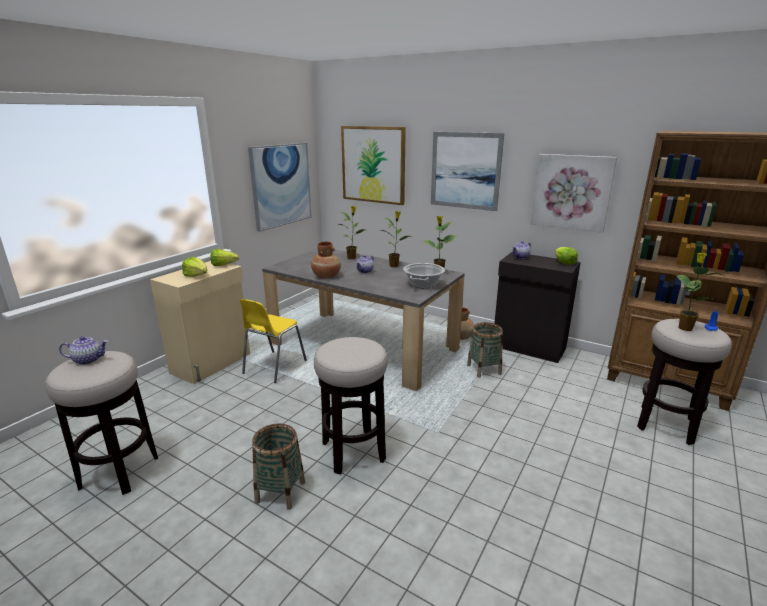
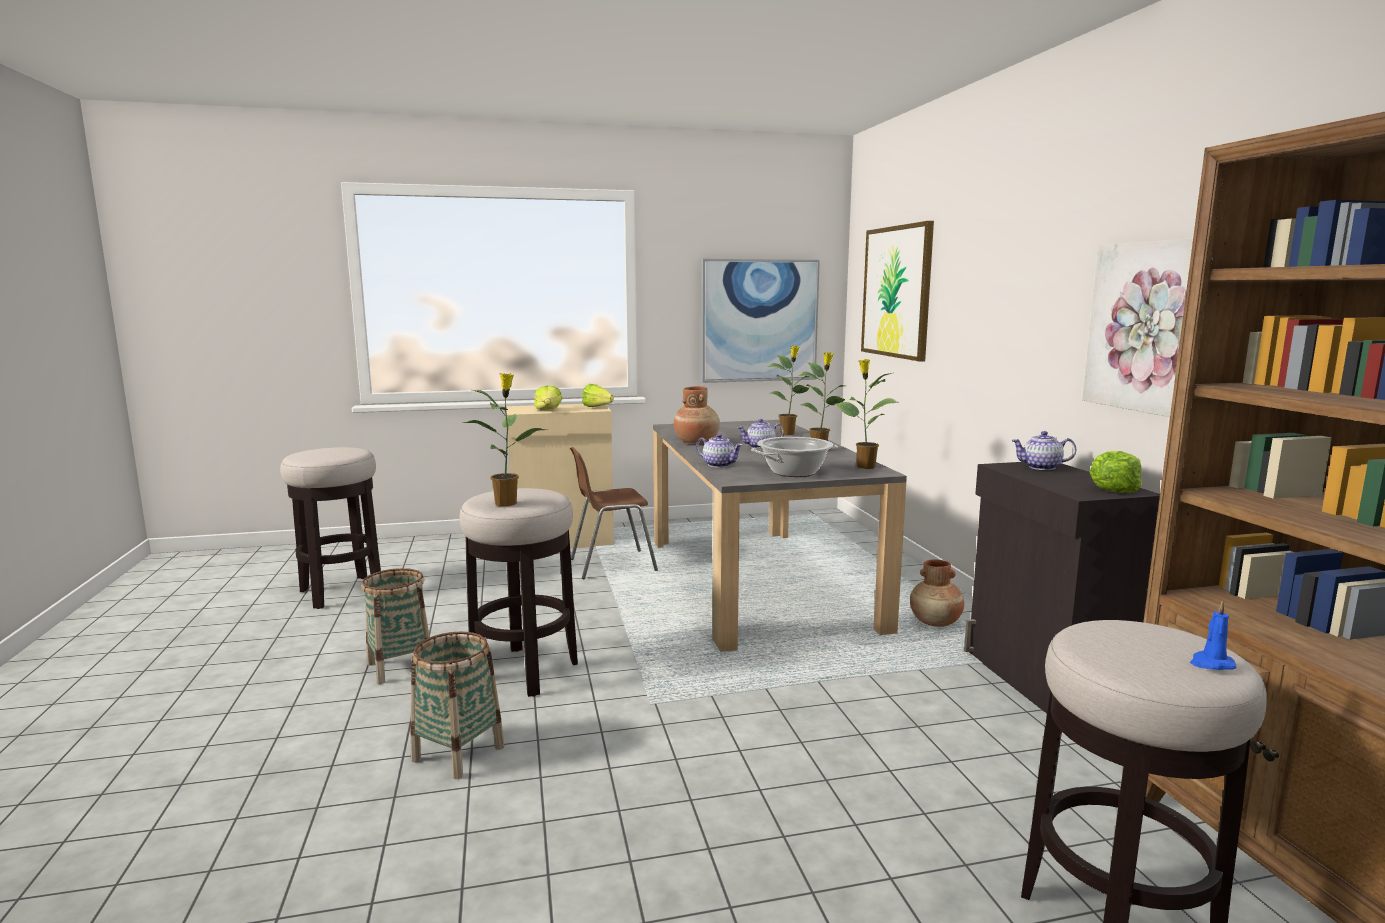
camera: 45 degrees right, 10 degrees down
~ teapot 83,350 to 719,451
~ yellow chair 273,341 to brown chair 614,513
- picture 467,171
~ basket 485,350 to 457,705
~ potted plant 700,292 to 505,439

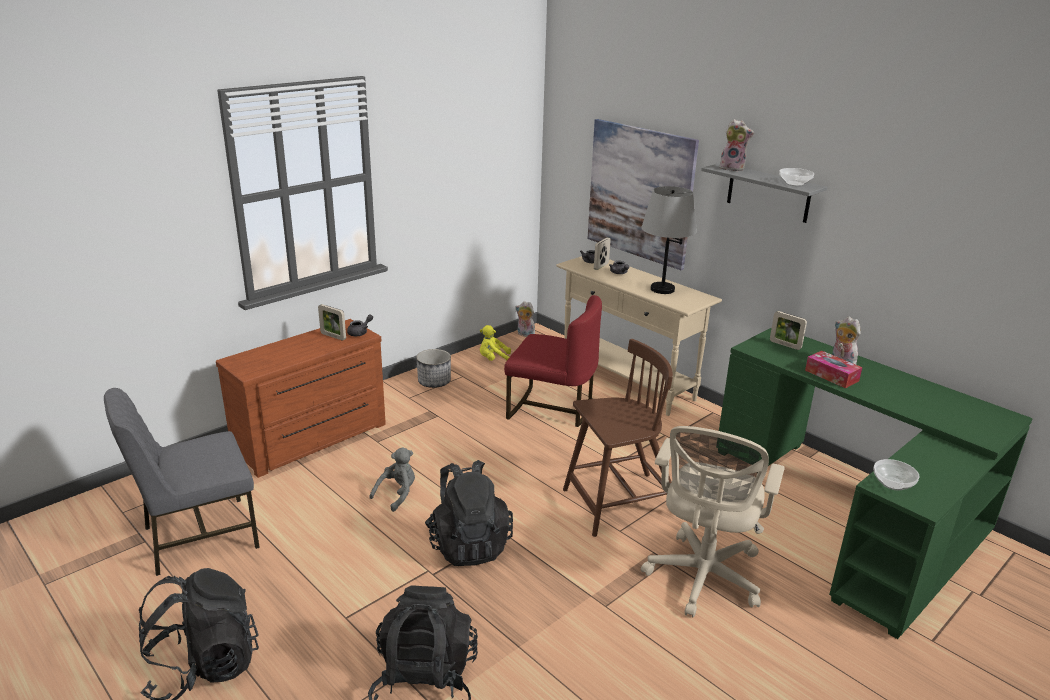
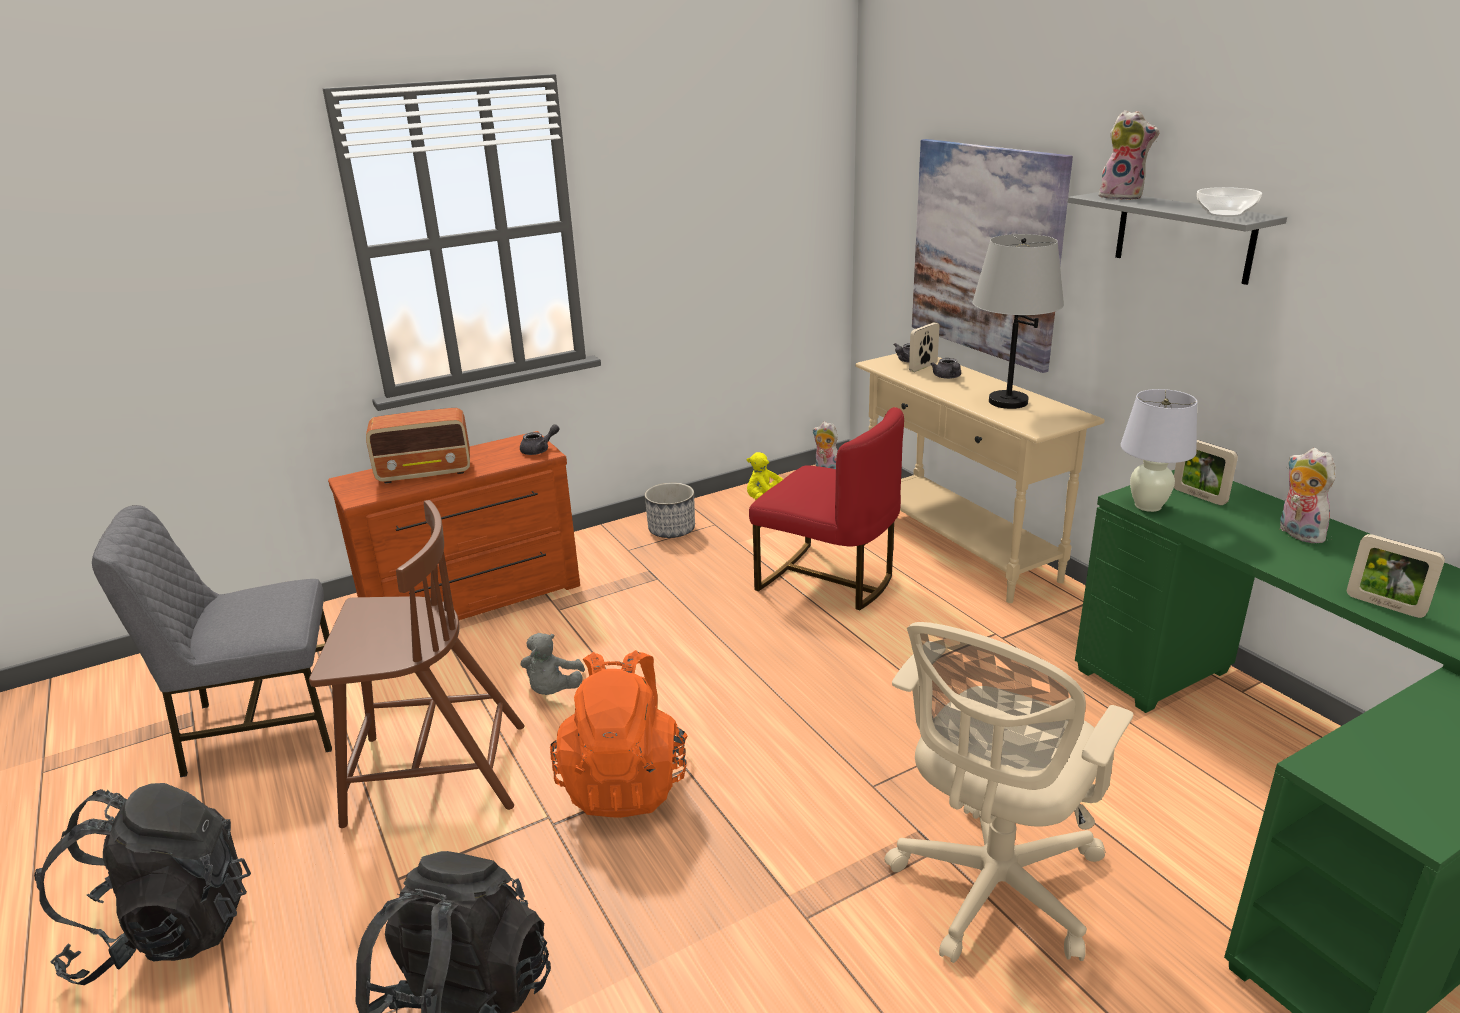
camera: 15 degrees right, 0 degrees up
~ picture frame 332,322 to 1396,576
~ grey plush toy 392,479 = 553,664 135 degrees clockwise
~ black backpack 469,513 to orange backpack 619,734
~ brown chair 618,438 to 417,664
- tissue box 833,369
- bowl 896,475
+ radio 418,446
+ white table lamp 1159,450

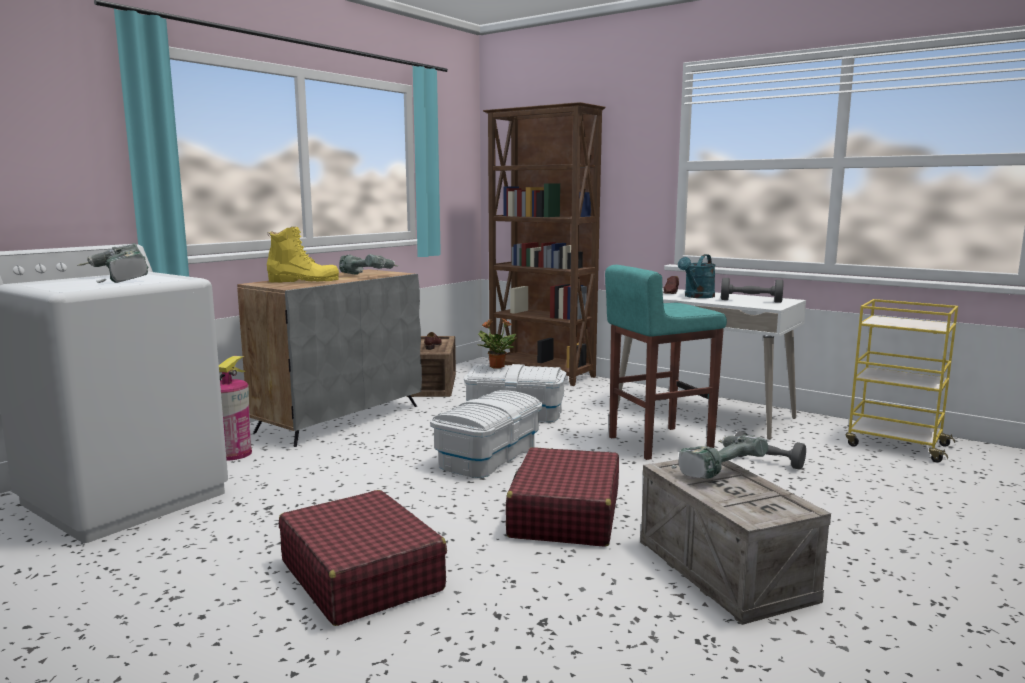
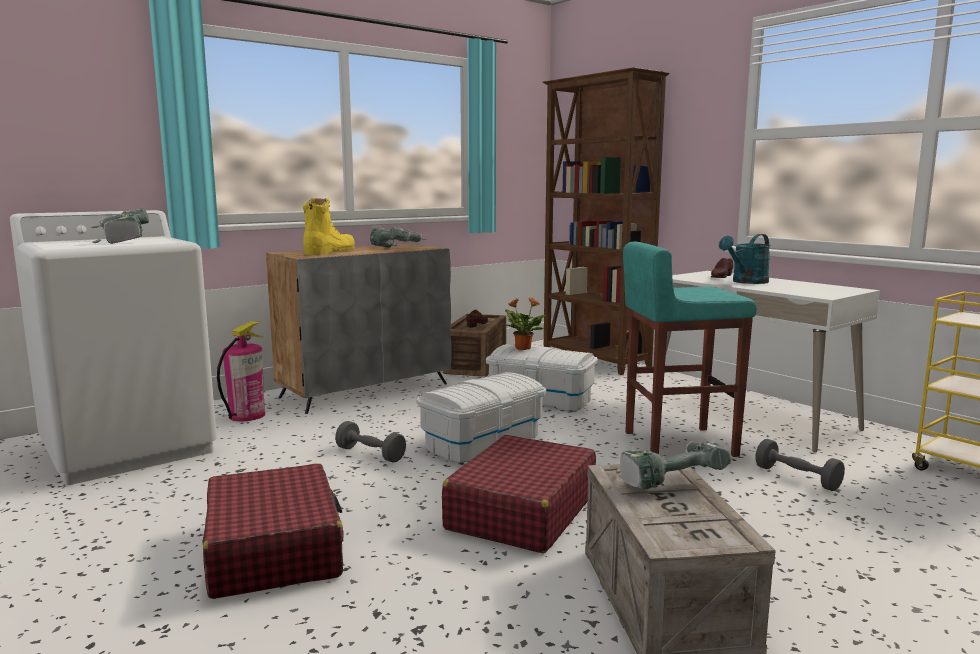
camera: 15 degrees right, 0 degrees up
~ yellow boot 303,254 = 329,226 75 degrees counterclockwise
~ grey dumbbell 752,290 to 370,442

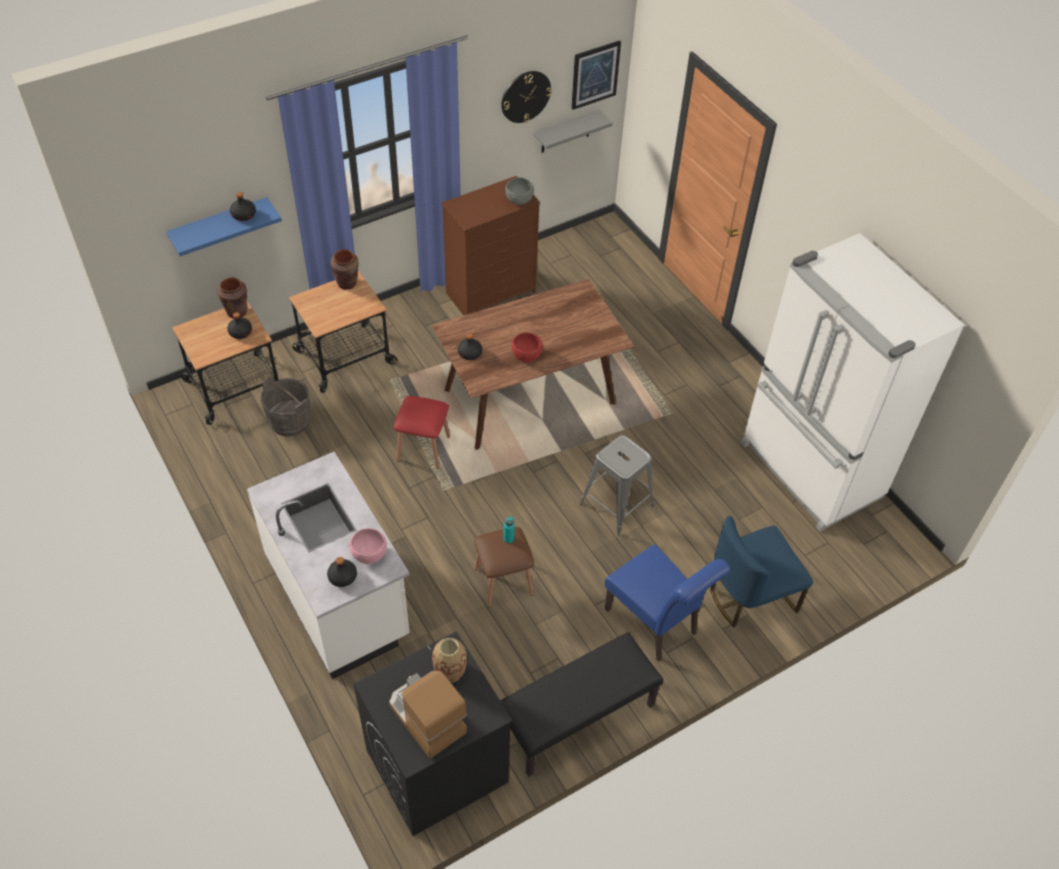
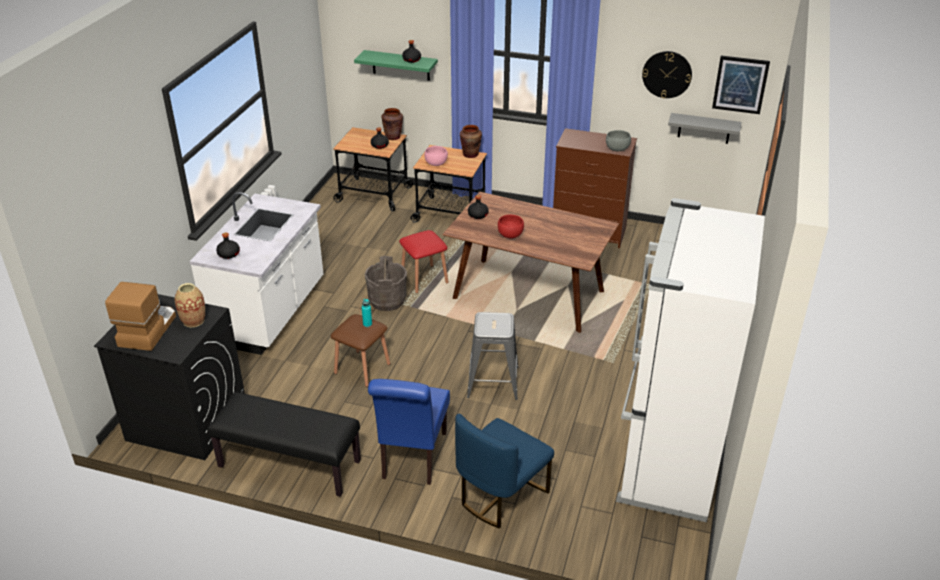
camera: 50 degrees right, 15 degrees down
~ blue shelf 224,226 to green shelf 396,65
~ grey bucket 286,406 to 386,283
~ pink bowl 368,546 to 436,156
~ blue chair 761,571 = 504,471 75 degrees counterclockwise

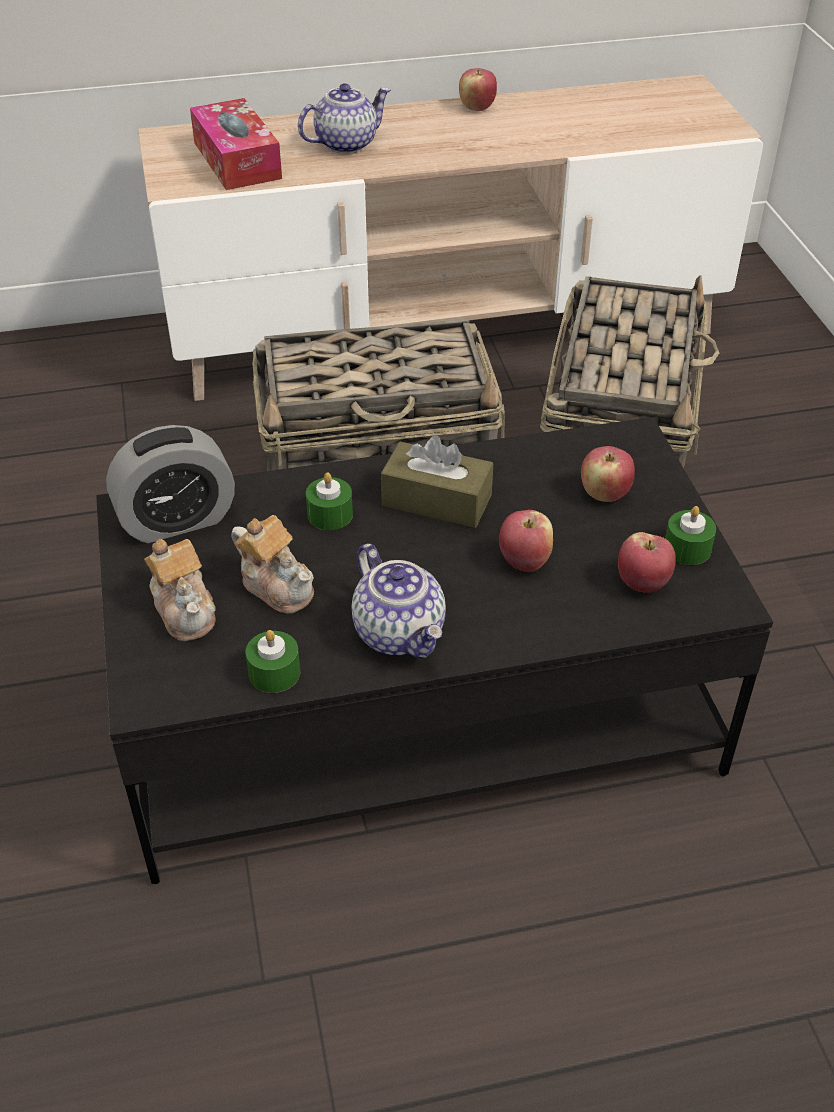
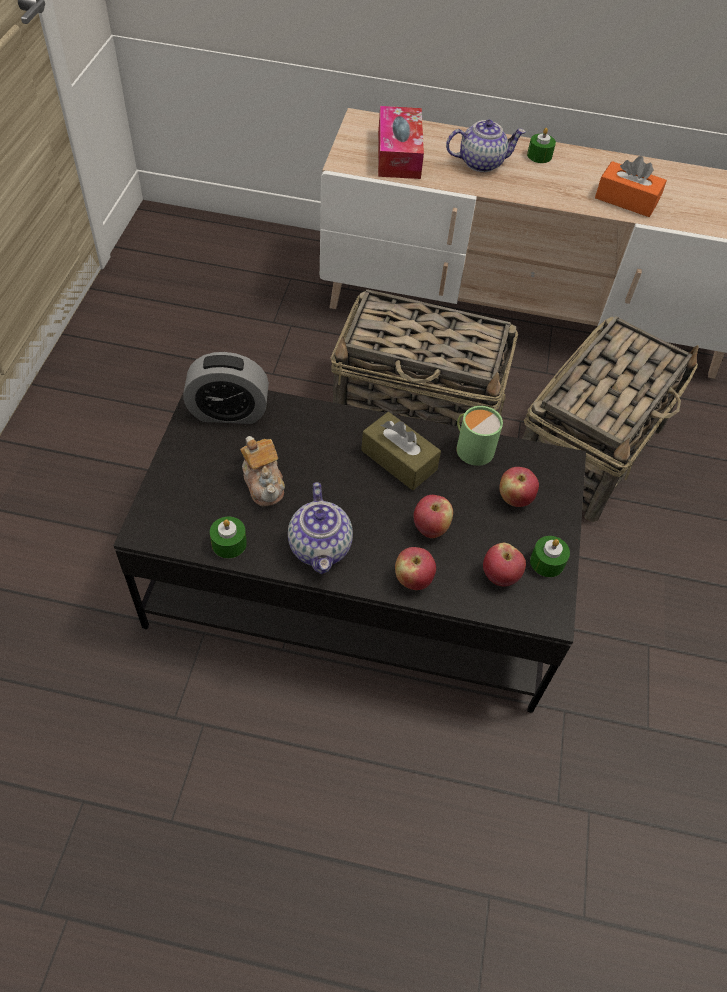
camera: 20 degrees right, 10 degrees up
- teapot 180,590
~ green candle 329,501 to 541,145
~ apple 478,89 to 415,568
+ green mug 479,436
+ orange tissue box 631,186

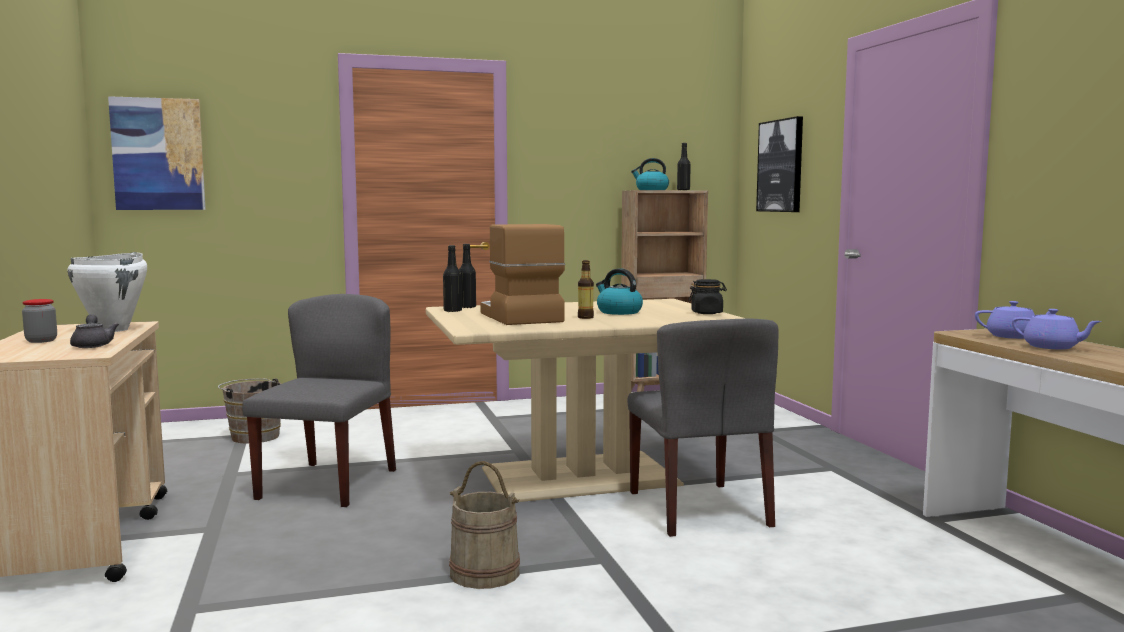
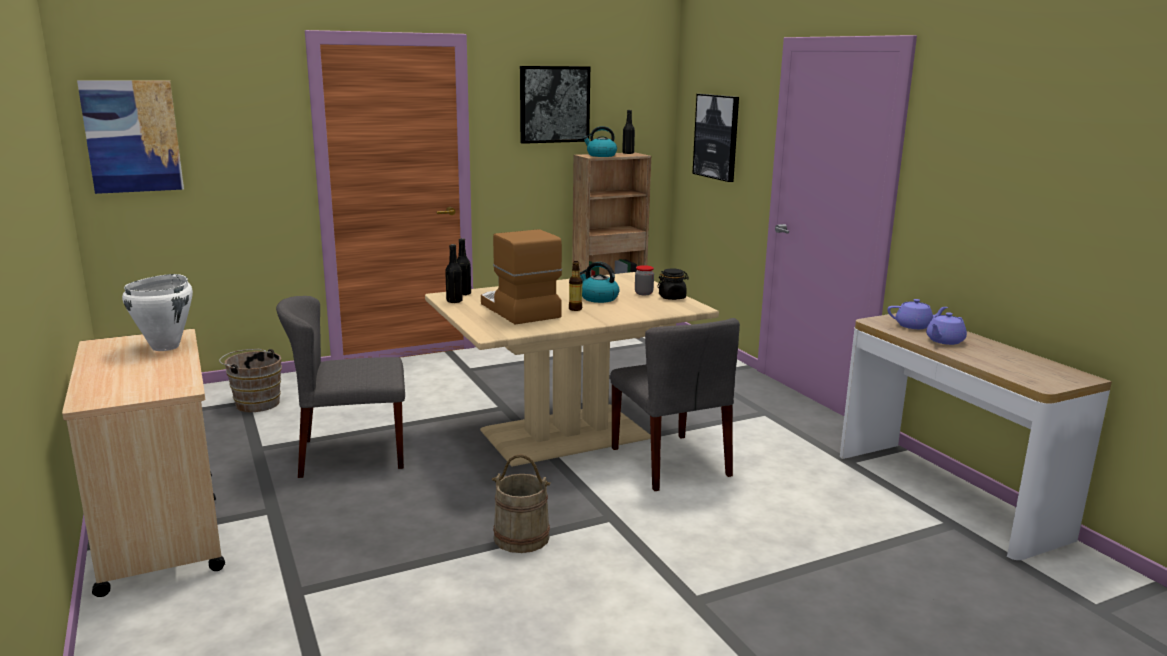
camera: 10 degrees left, 10 degrees up
~ jar 39,321 to 644,280
- grey teapot 94,331
~ grey chair 319,400 = 340,387 105 degrees counterclockwise
~ purple teapot 1057,329 = 946,328 105 degrees clockwise
+ picture 555,105

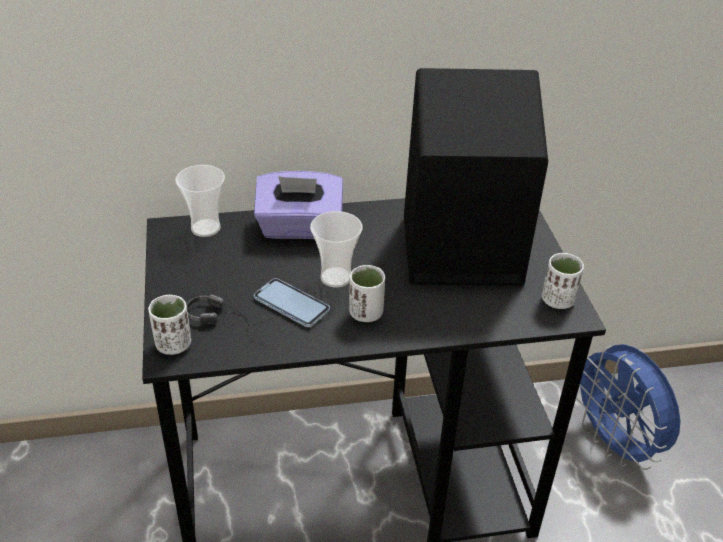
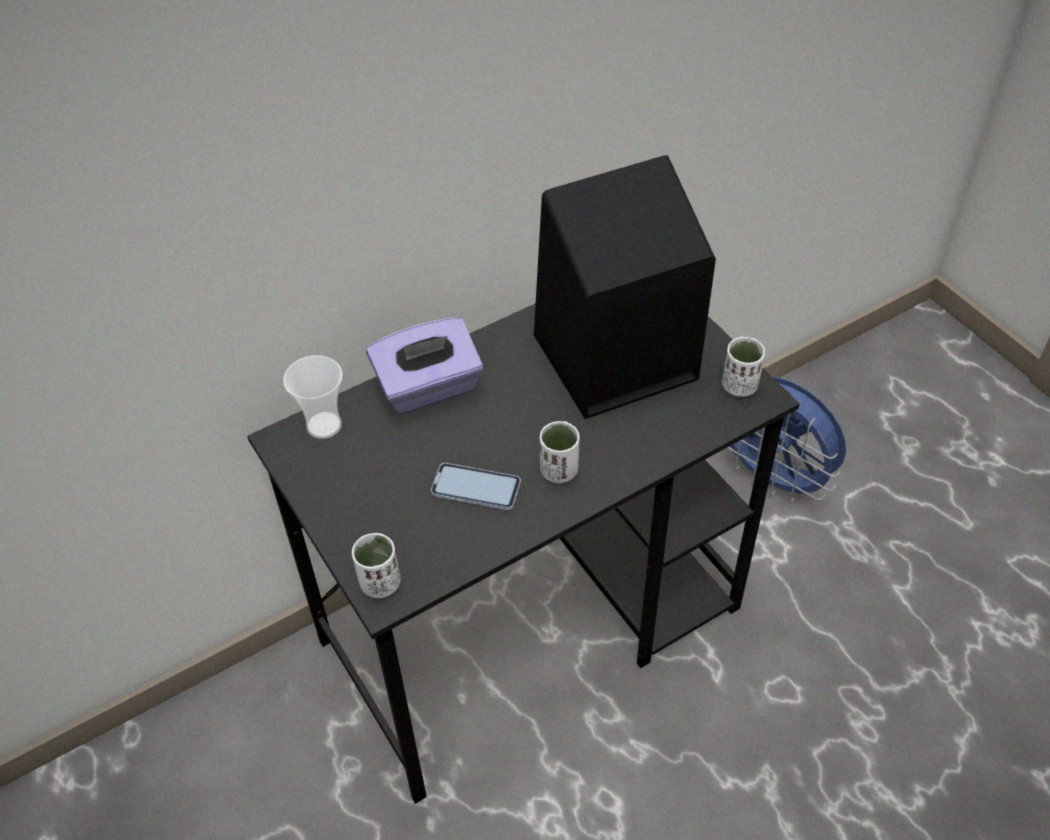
camera: 20 degrees left, 10 degrees up
- headphones 233,311
- cup 336,249

